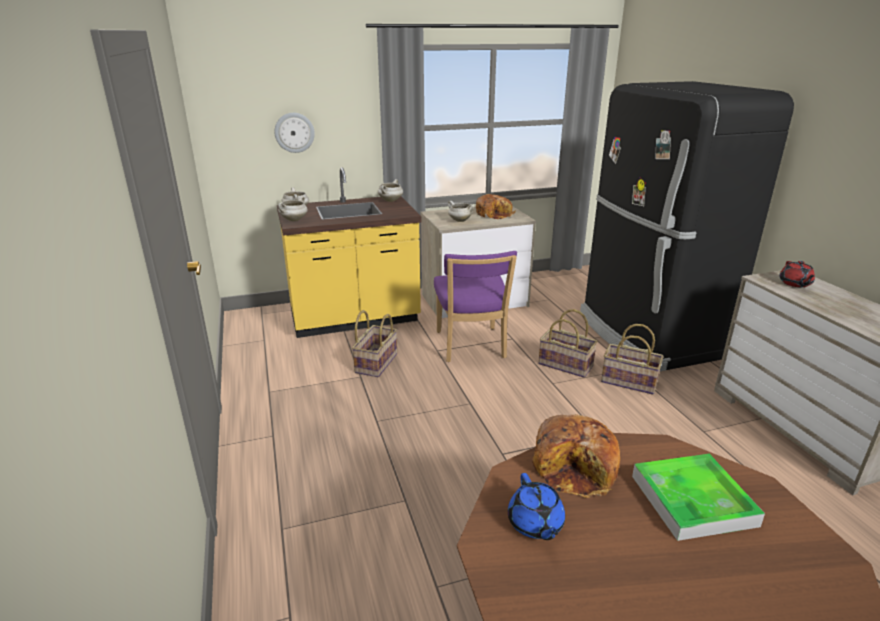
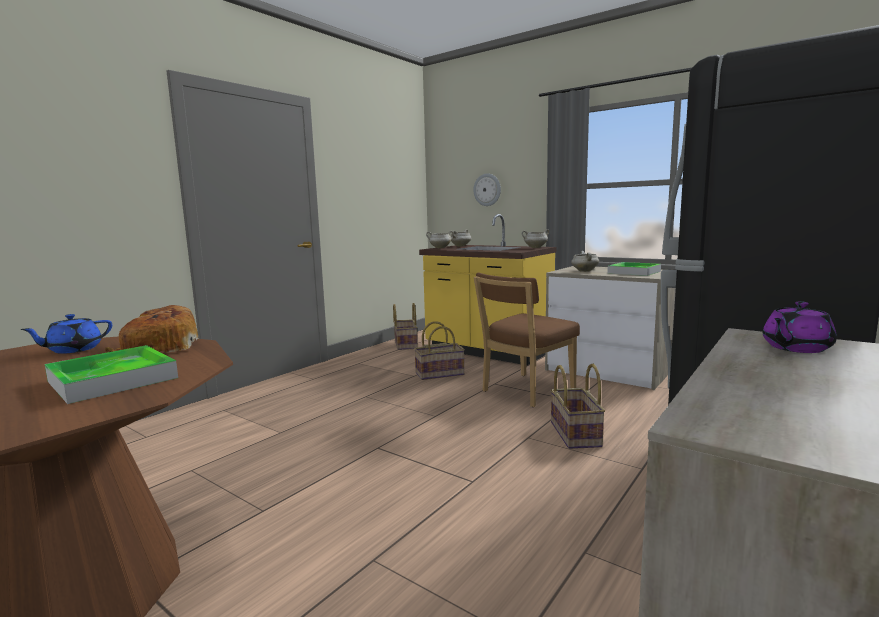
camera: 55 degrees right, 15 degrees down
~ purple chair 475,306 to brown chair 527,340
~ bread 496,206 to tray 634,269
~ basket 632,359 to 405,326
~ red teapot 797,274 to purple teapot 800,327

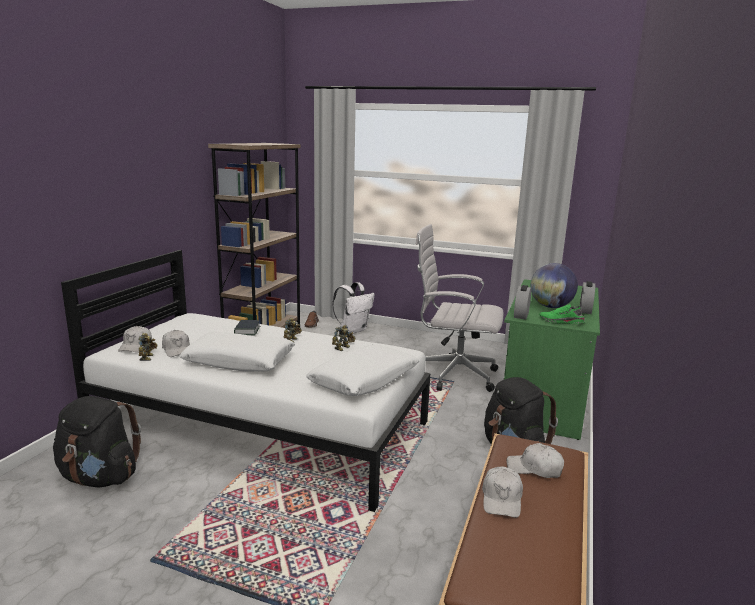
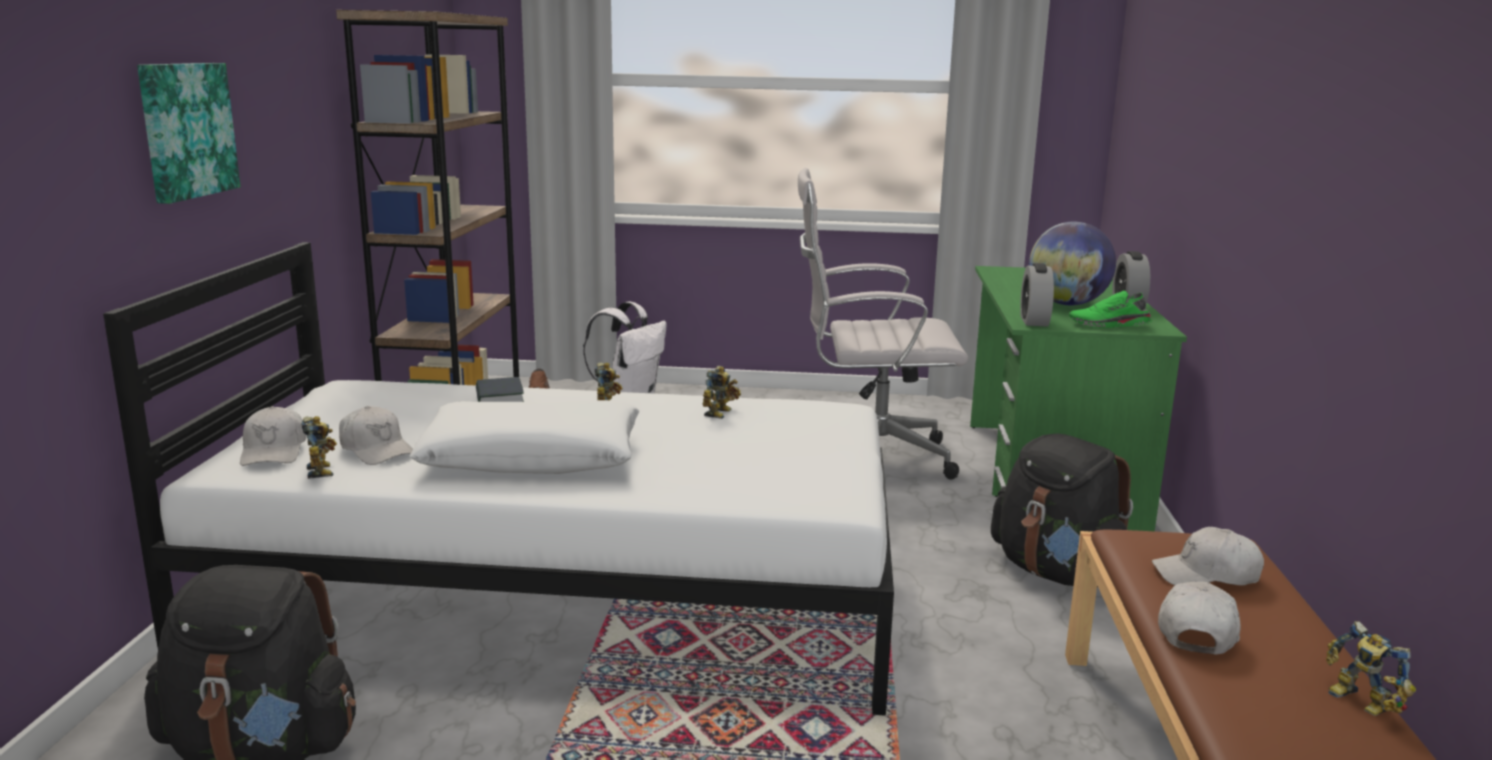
camera: 15 degrees left, 0 degrees up
- white pillow 362,370
~ white cap 502,492 = 1199,618 150 degrees counterclockwise
+ picture 189,133
+ toy robot 1371,668

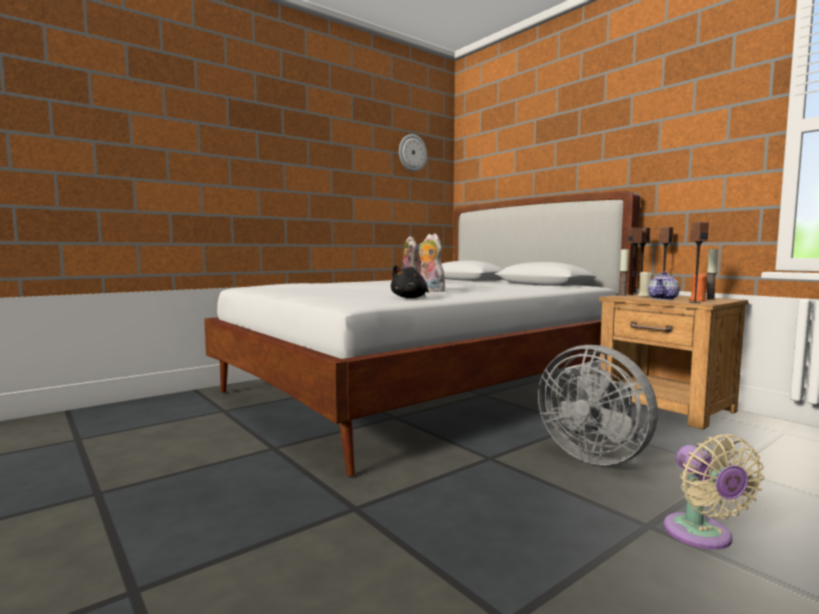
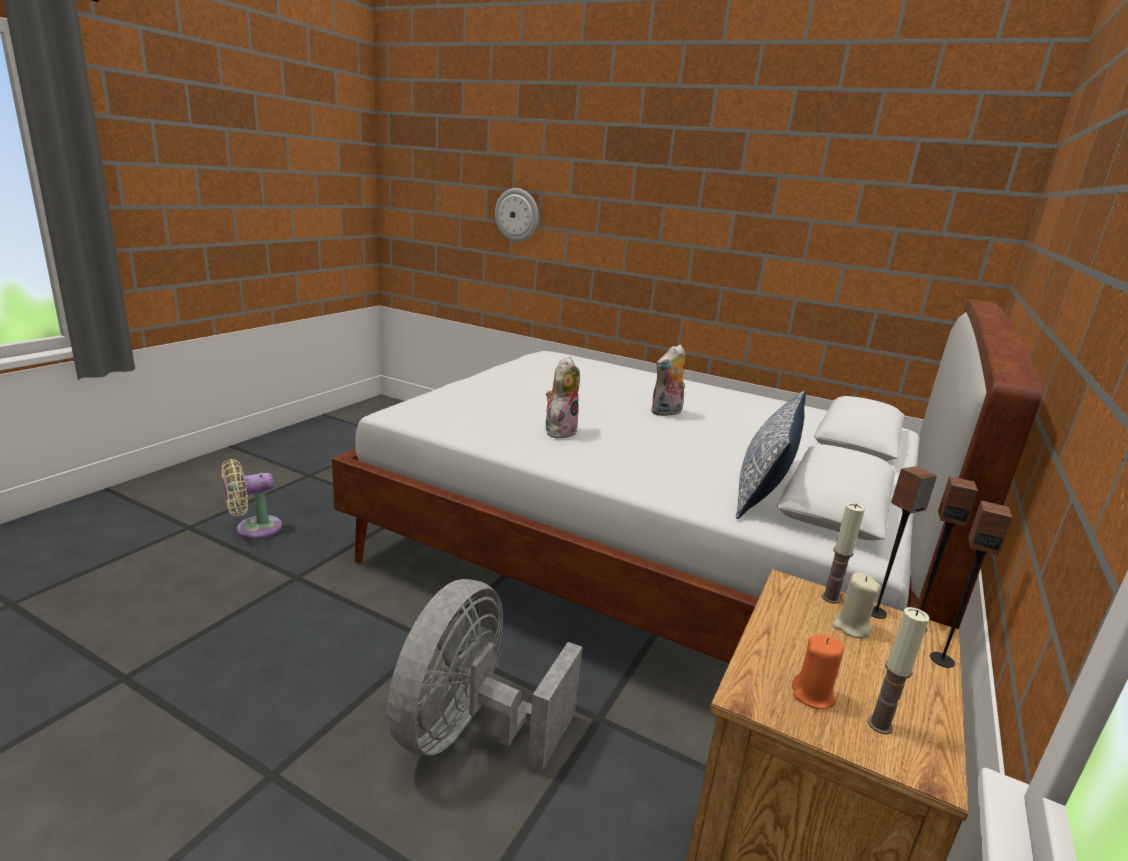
camera: 65 degrees right, 15 degrees up
- black plush toy 410,281
~ wall clock 413,153 to 517,215
- teapot 664,286
~ beige fan 714,492 to 252,499
- speaker 699,262
+ pillow 771,454

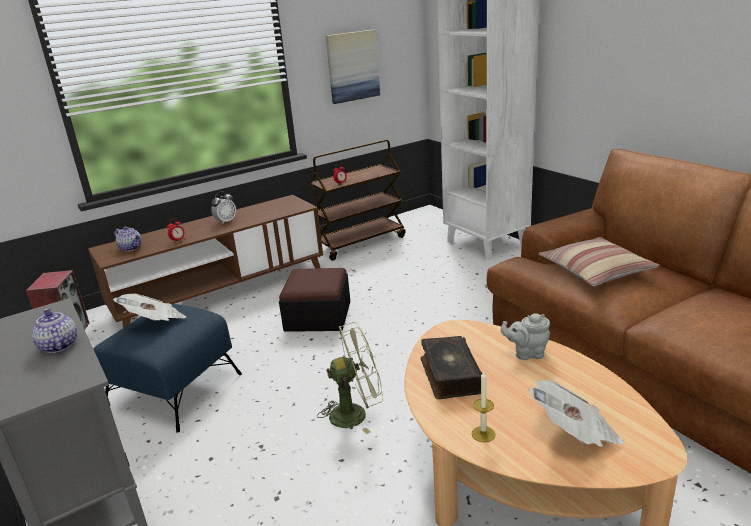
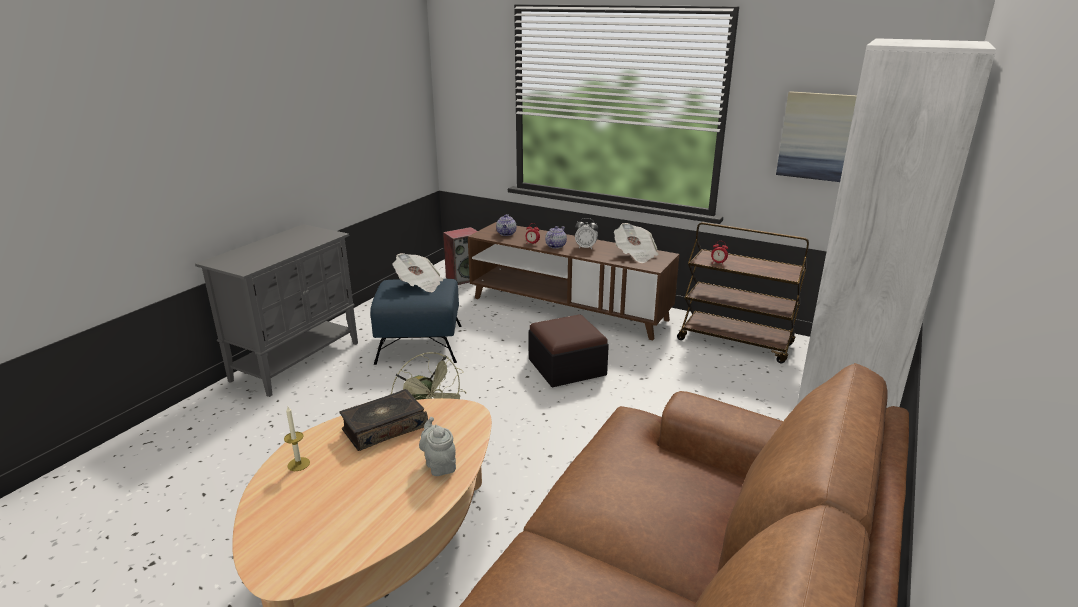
camera: 60 degrees right, 0 degrees up
~ teapot 54,330 to 556,237
~ newspaper 576,413 to 636,243
- pillow 599,261

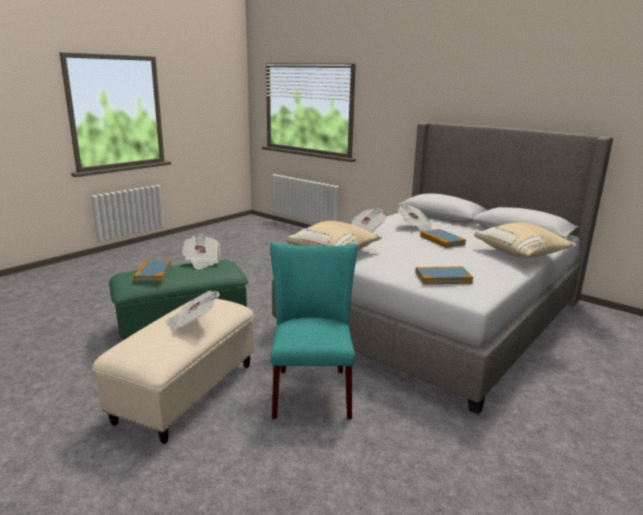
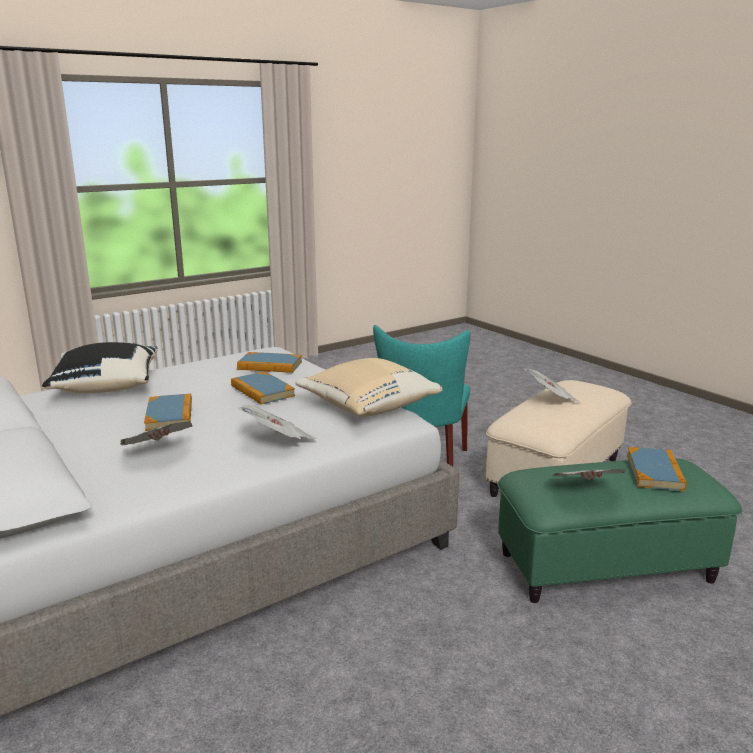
camera: 165 degrees left, 0 degrees up
~ beige pillow 525,240 to black pillow 100,367
+ book 263,387

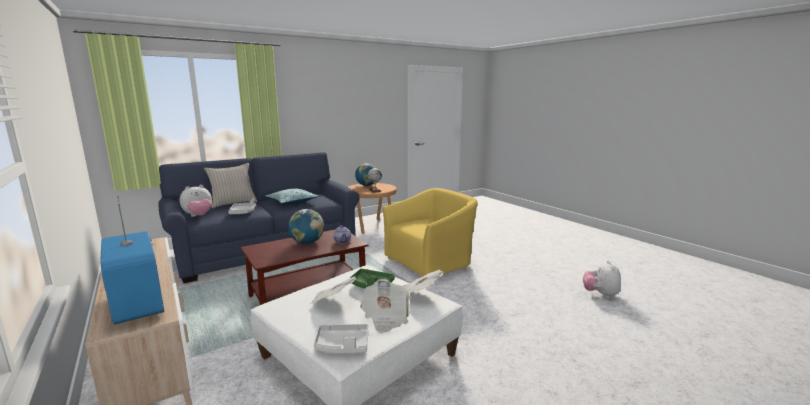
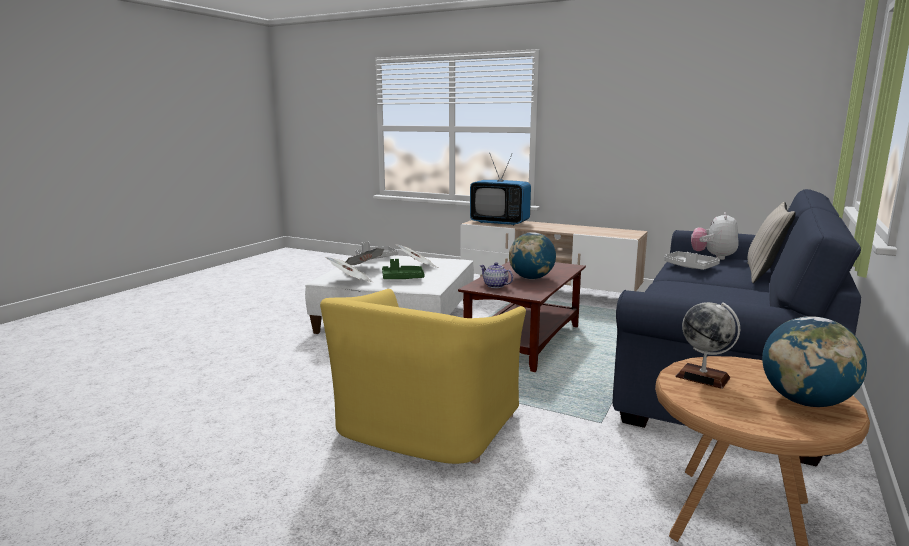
camera: 150 degrees right, 0 degrees up
- pillow 292,196
- plush toy 602,279

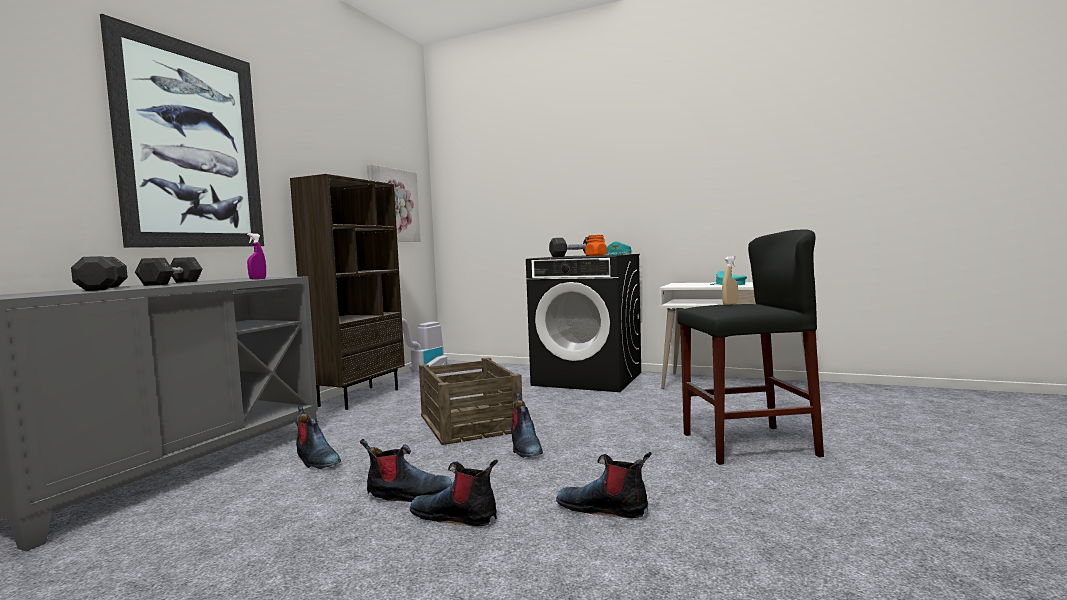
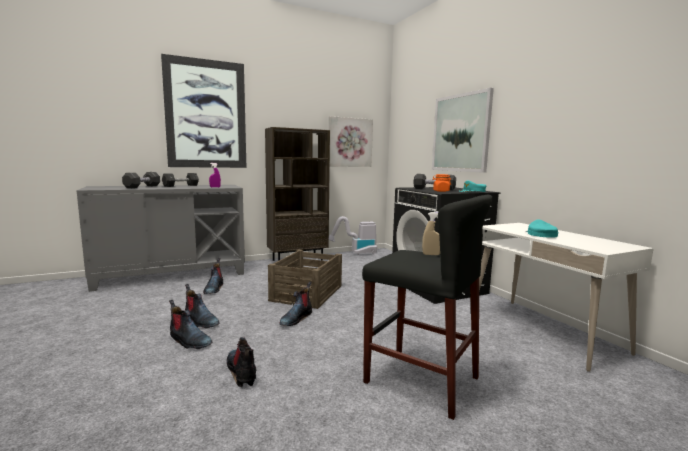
camera: 40 degrees right, 5 degrees up
~ boot 454,492 = 190,324 150 degrees clockwise
+ picture 463,130

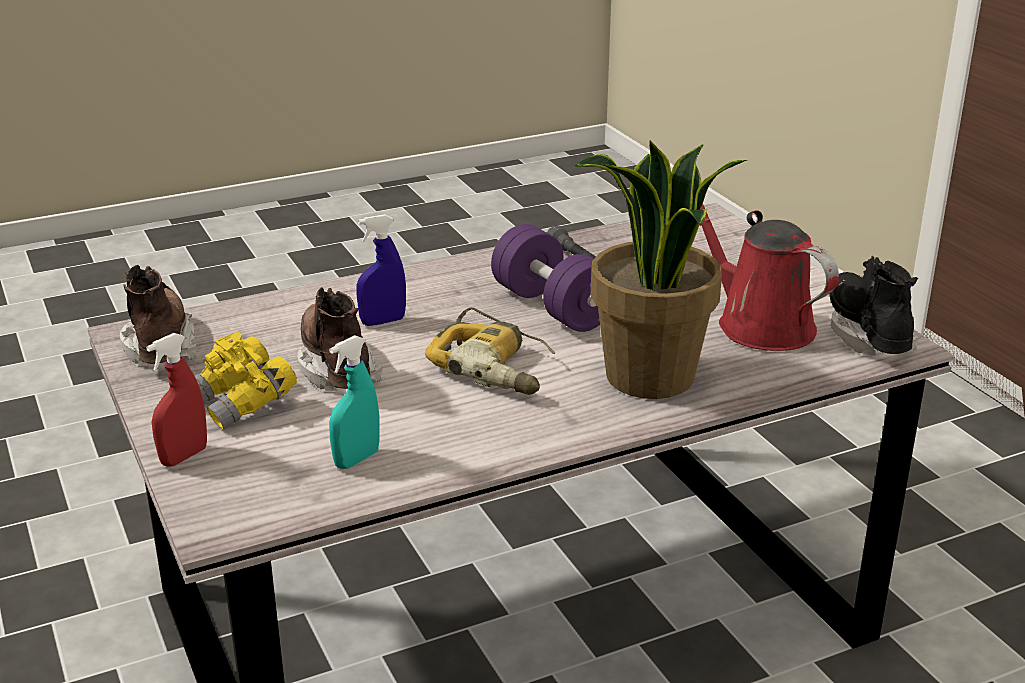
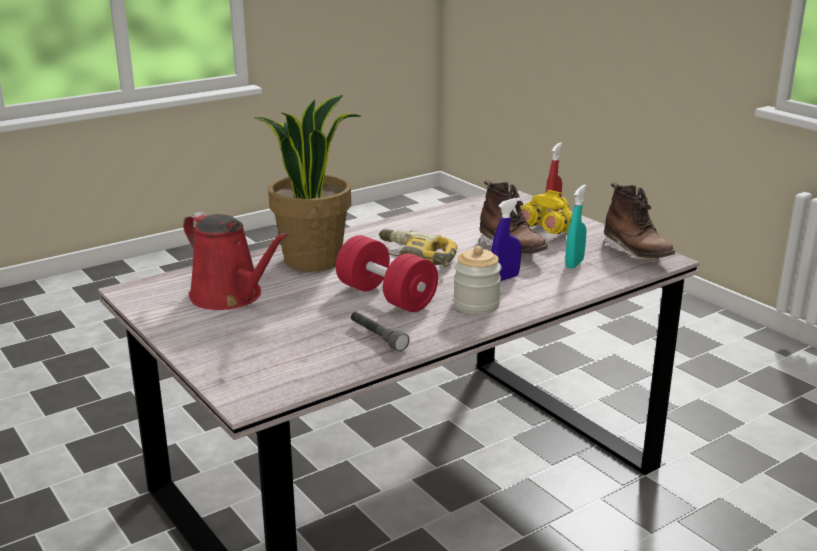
camera: 170 degrees right, 5 degrees down
~ turquoise spray bottle 354,402 to 576,226
~ purple dumbbell 545,278 to red dumbbell 387,273
- black boot 873,306
+ jar 477,280

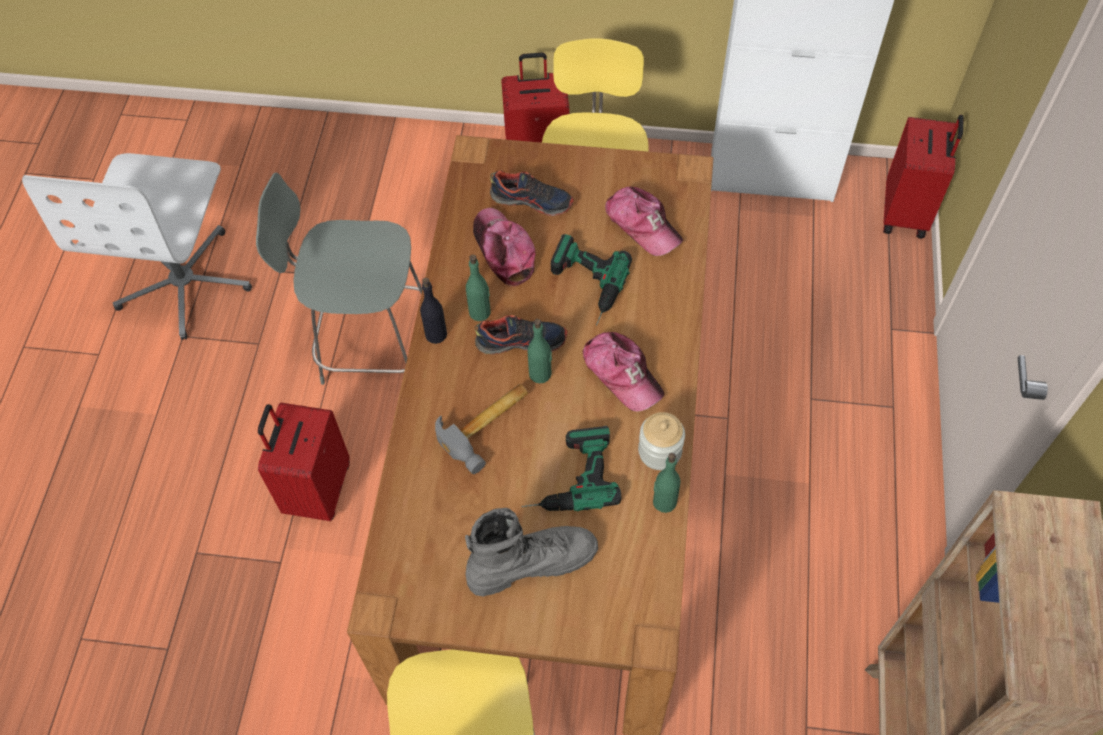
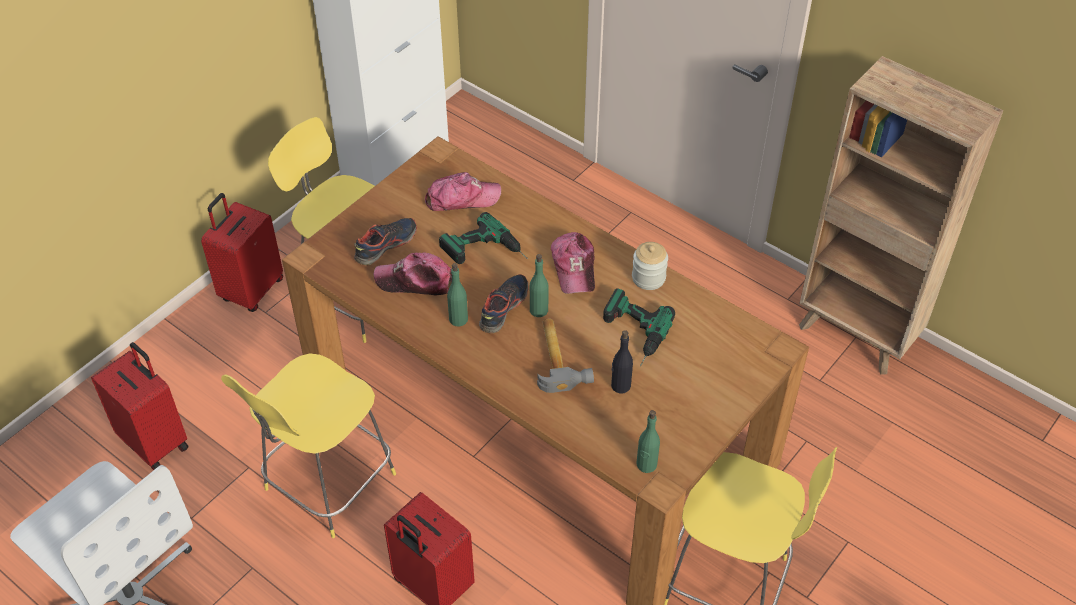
camera: 60 degrees left, 10 degrees down
~ grey stool 339,279 to yellow stool 308,445
~ black bottle 433,311 to 622,361
- grey boot 531,552
~ cap 623,371 = 573,263 90 degrees clockwise
~ green bottle 666,483 to 648,441
~ red suitcase 923,177 to 140,406

